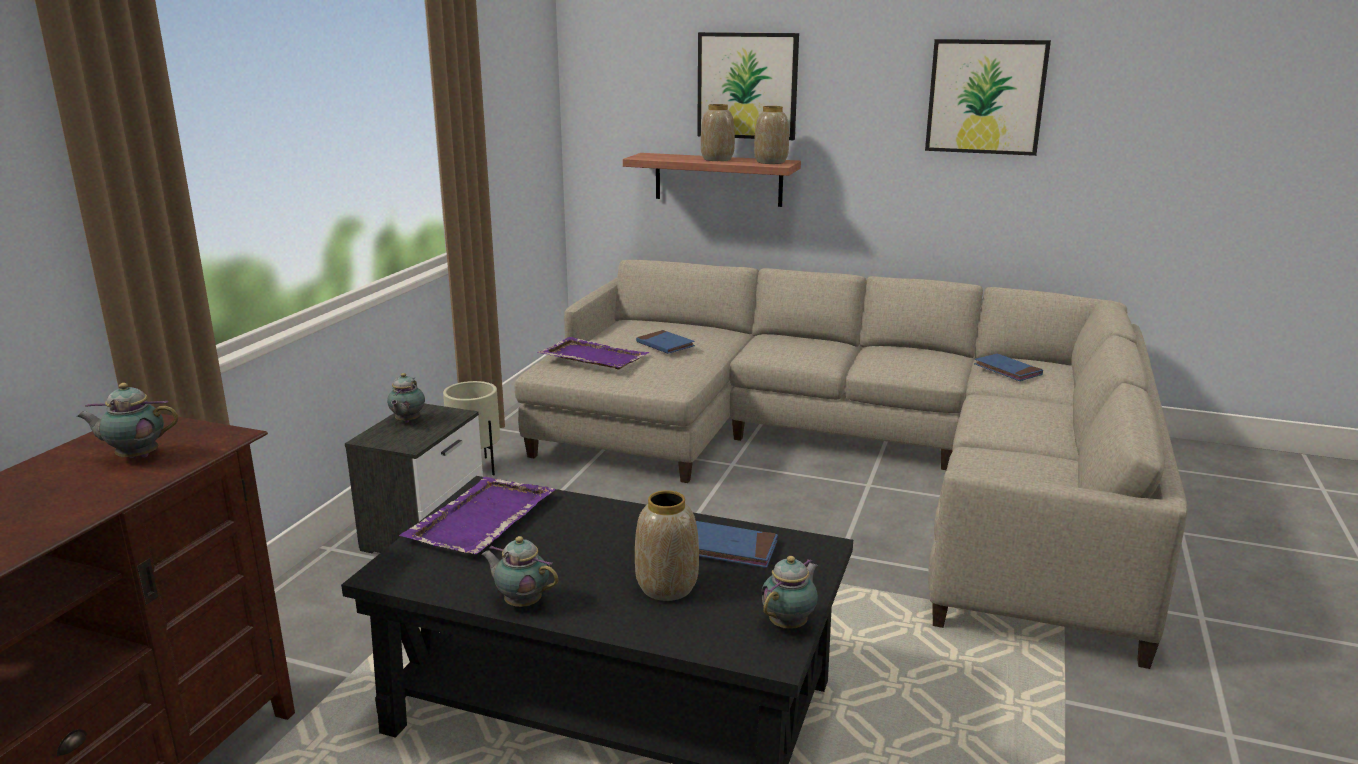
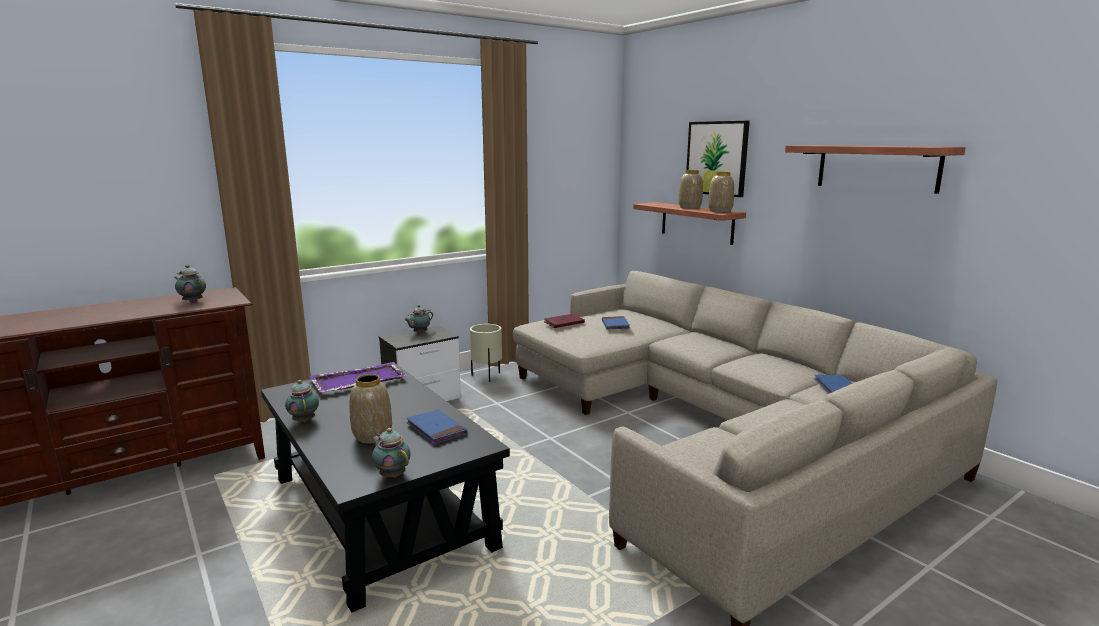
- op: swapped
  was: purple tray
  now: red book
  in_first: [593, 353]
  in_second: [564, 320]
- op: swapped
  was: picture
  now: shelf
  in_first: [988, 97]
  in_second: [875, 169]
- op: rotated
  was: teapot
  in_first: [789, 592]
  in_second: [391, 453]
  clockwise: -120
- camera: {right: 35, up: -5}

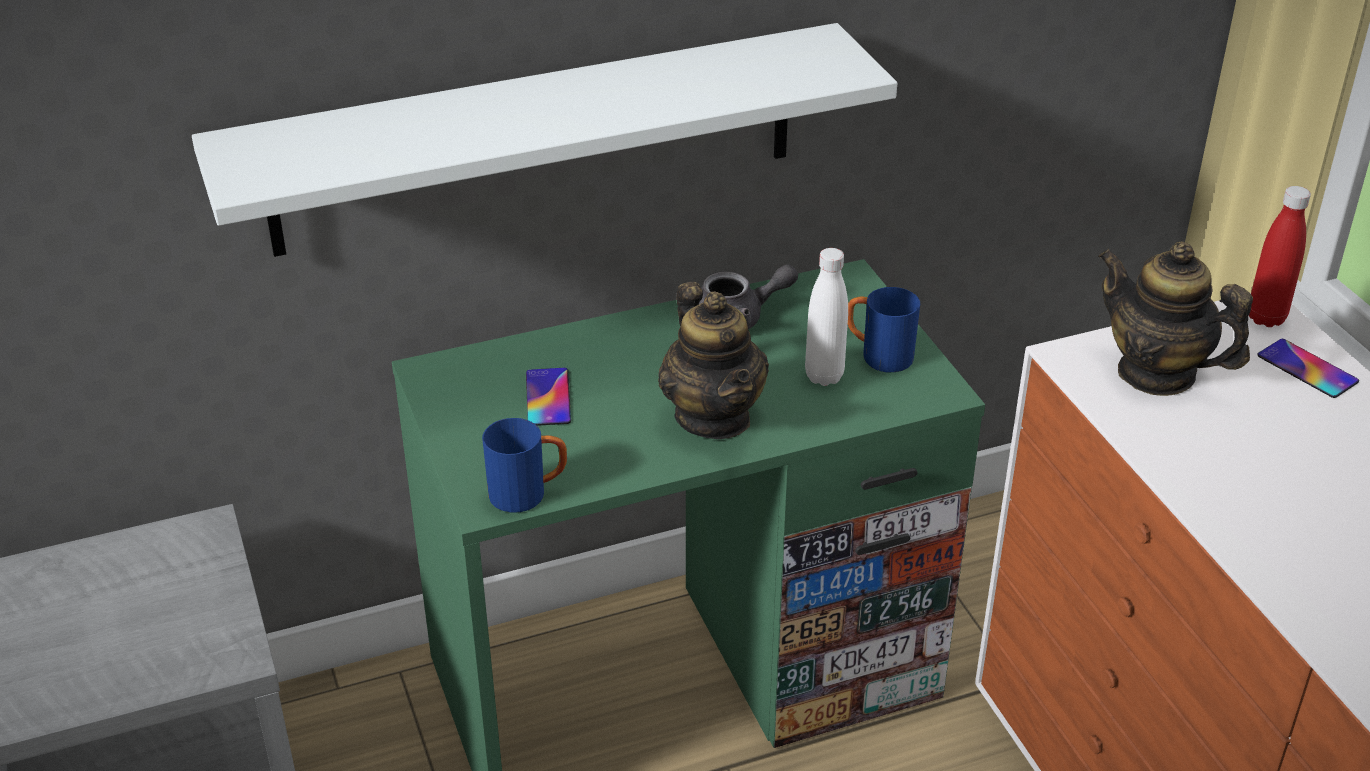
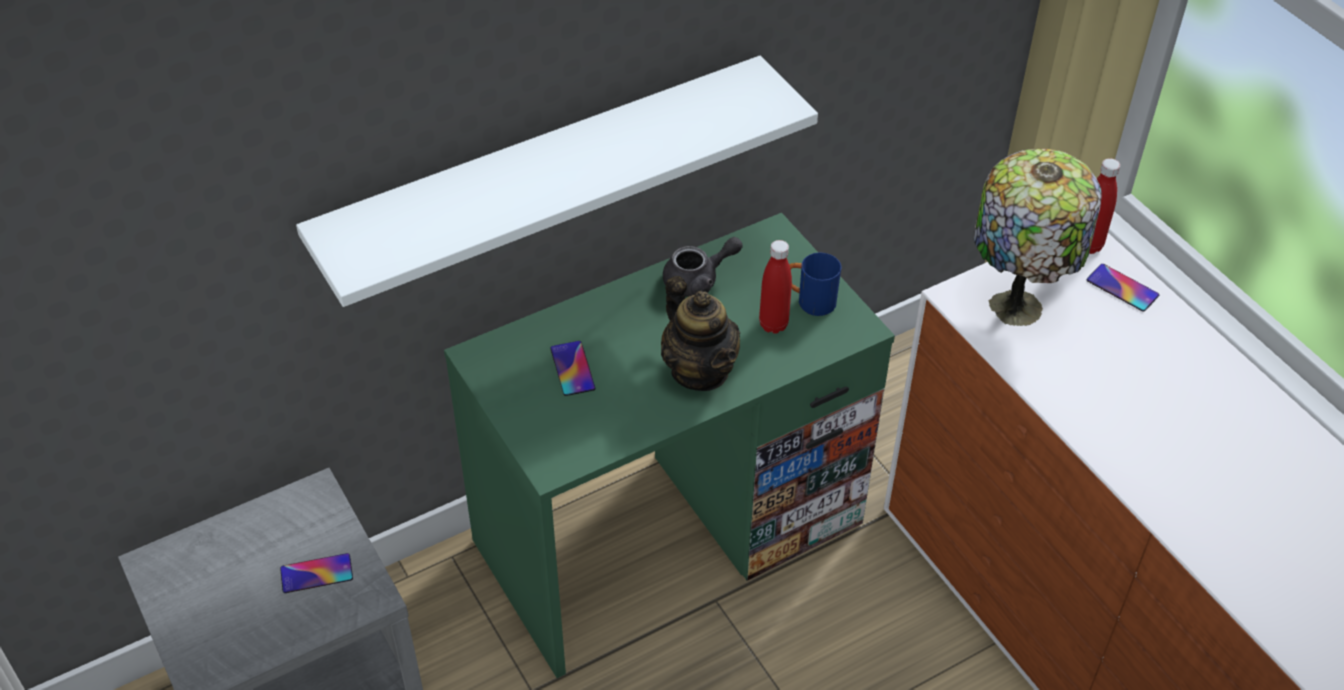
- op: gone
  was: blue mug
  in_first: [524, 465]
- op: new
  now: phone
  in_second: [316, 573]
- op: swapped
  was: teapot
  now: table lamp
  in_first: [1175, 319]
  in_second: [1038, 237]
- op: repainted
  was: white bottle
  now: red bottle
  in_first: [826, 317]
  in_second: [775, 287]
- camera: {right: -10, up: 10}

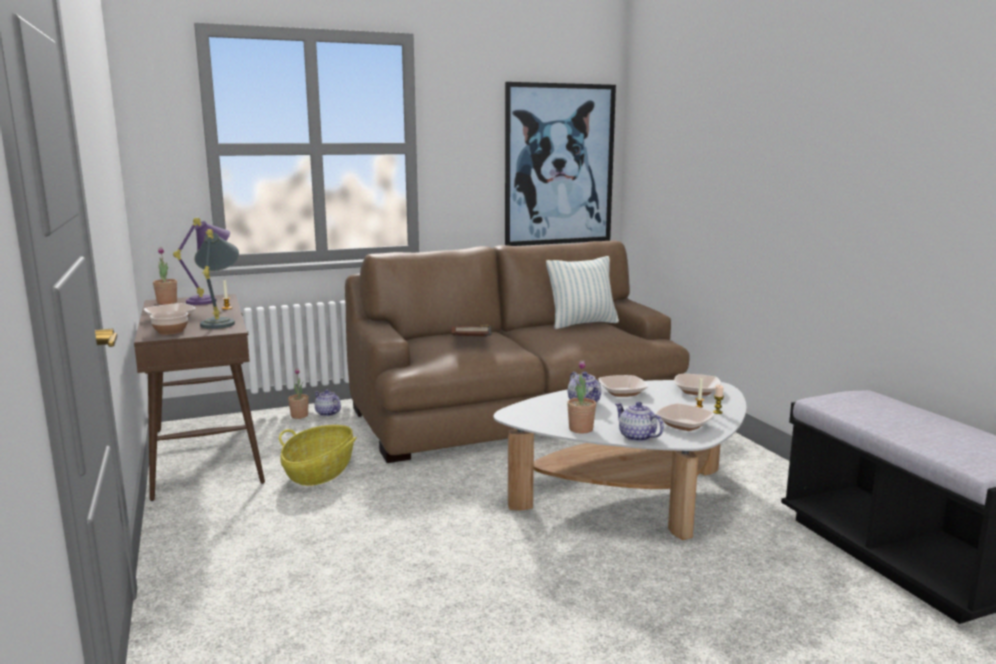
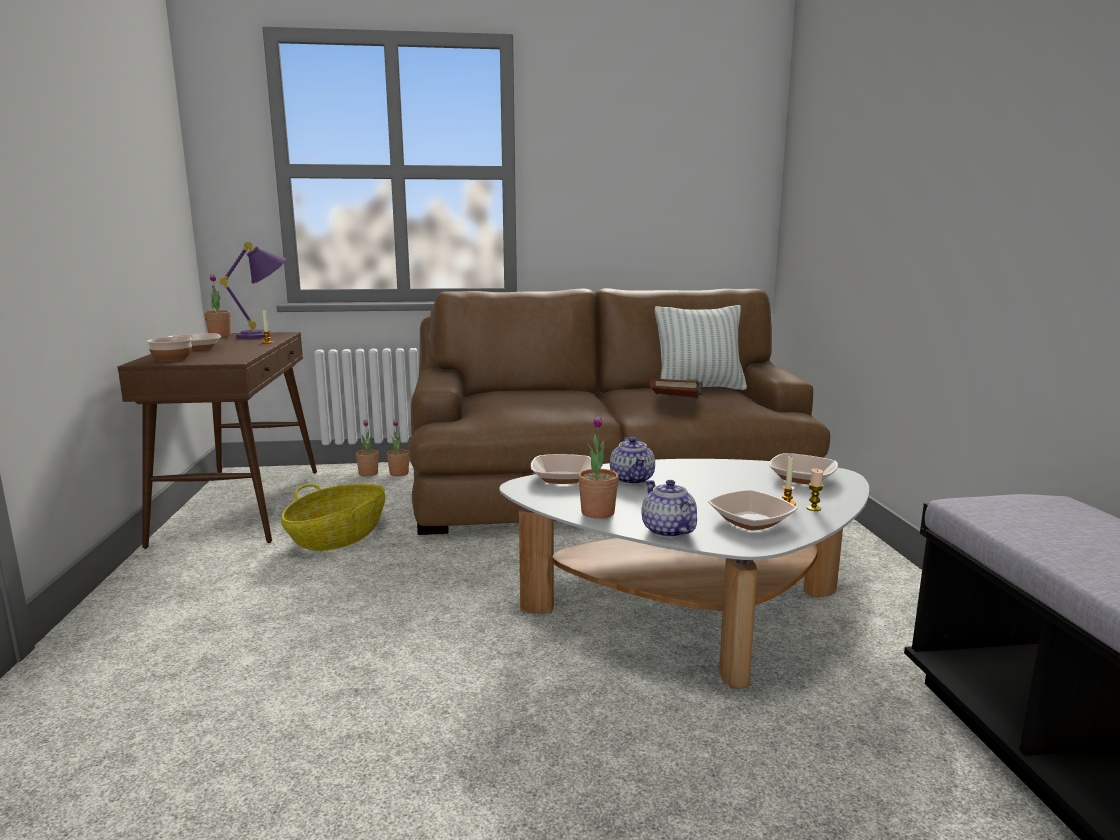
- op: gone
  was: grey table lamp
  in_first: [216, 279]
- op: gone
  was: picture
  in_first: [560, 164]
- op: shifted
  was: brown book
  in_first: [471, 330]
  in_second: [676, 388]
- op: shifted
  was: bowl
  in_first: [623, 386]
  in_second: [561, 469]
- op: swapped
  was: teapot
  now: potted plant
  in_first: [327, 403]
  in_second: [398, 447]
- camera: {right: 15, up: 0}

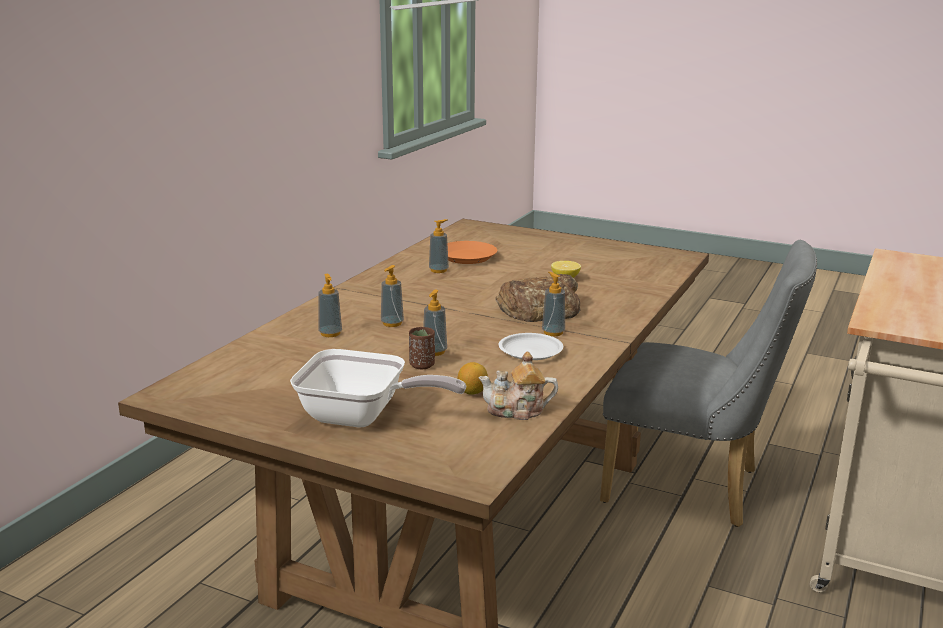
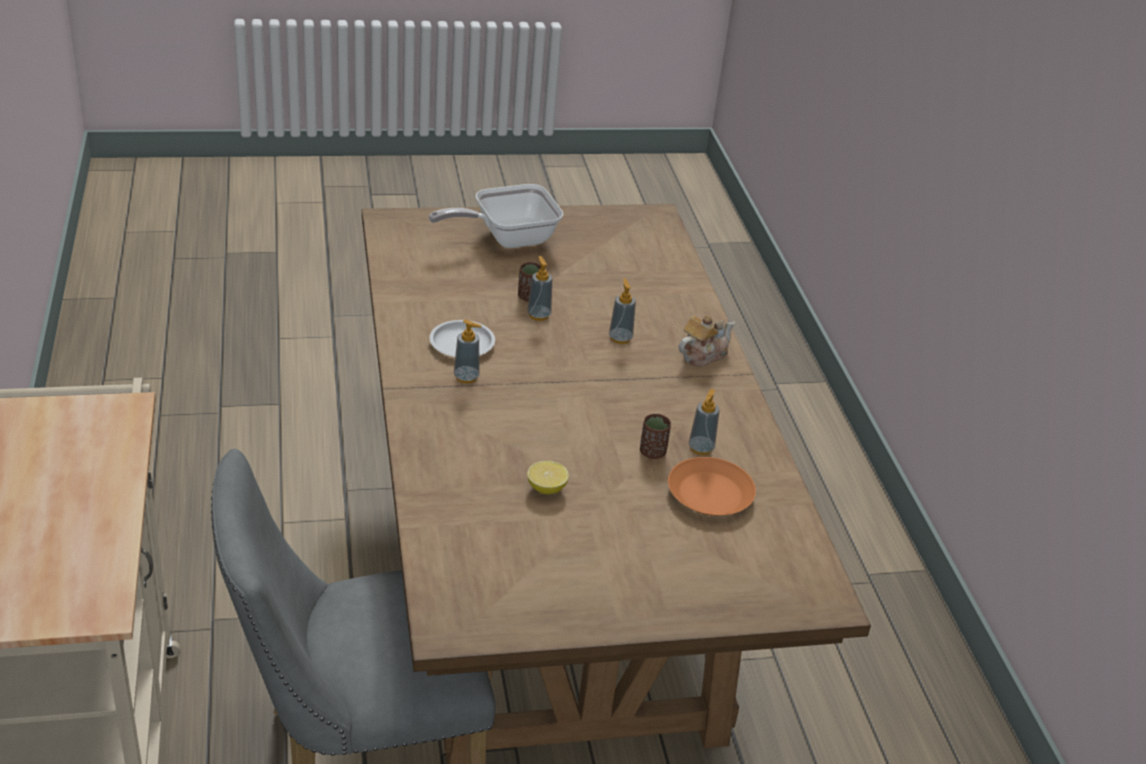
- op: gone
  was: soap dispenser
  in_first: [330, 305]
- op: gone
  was: lemon
  in_first: [473, 378]
- op: gone
  was: bread
  in_first: [537, 298]
- op: new
  now: brown cup
  in_second: [655, 436]
- op: shifted
  was: teapot
  in_first: [518, 385]
  in_second: [707, 341]
- camera: {right: 140, up: 15}

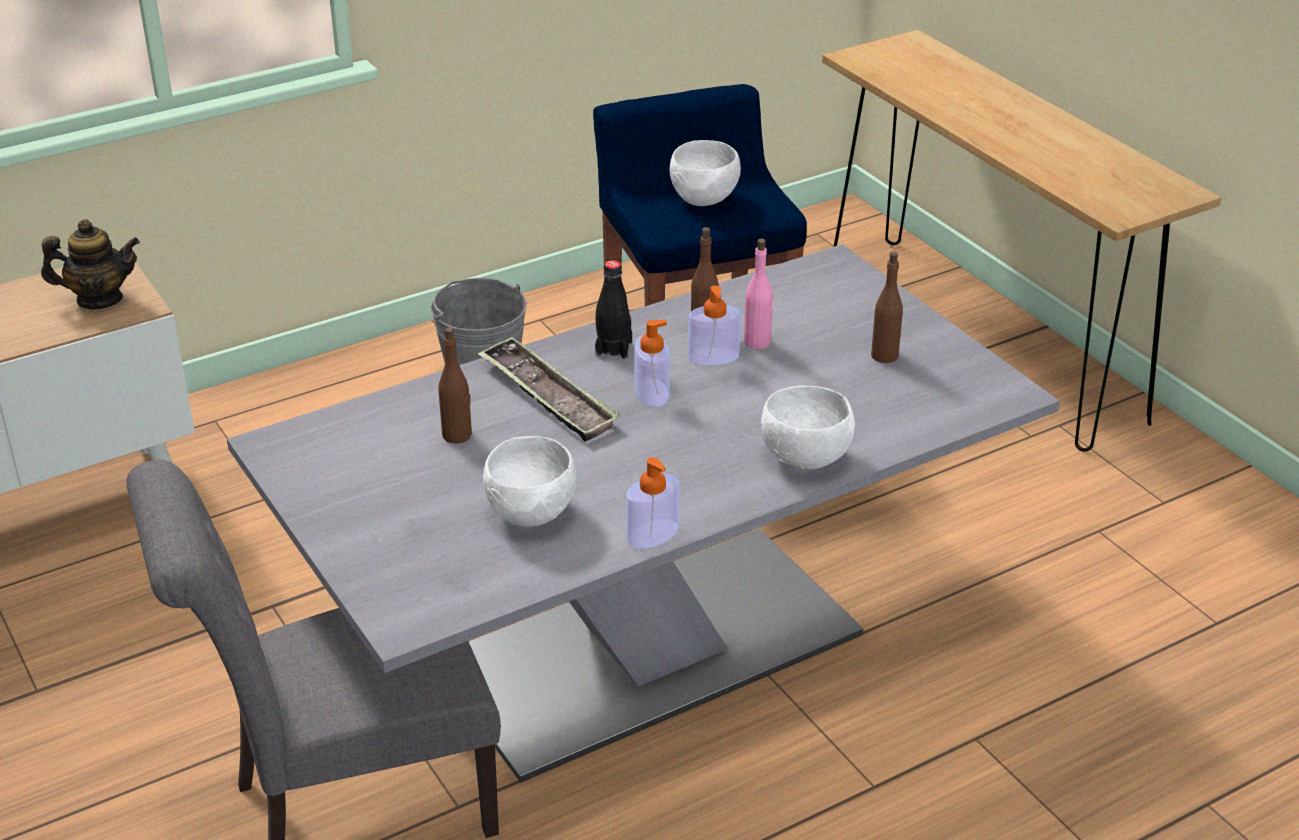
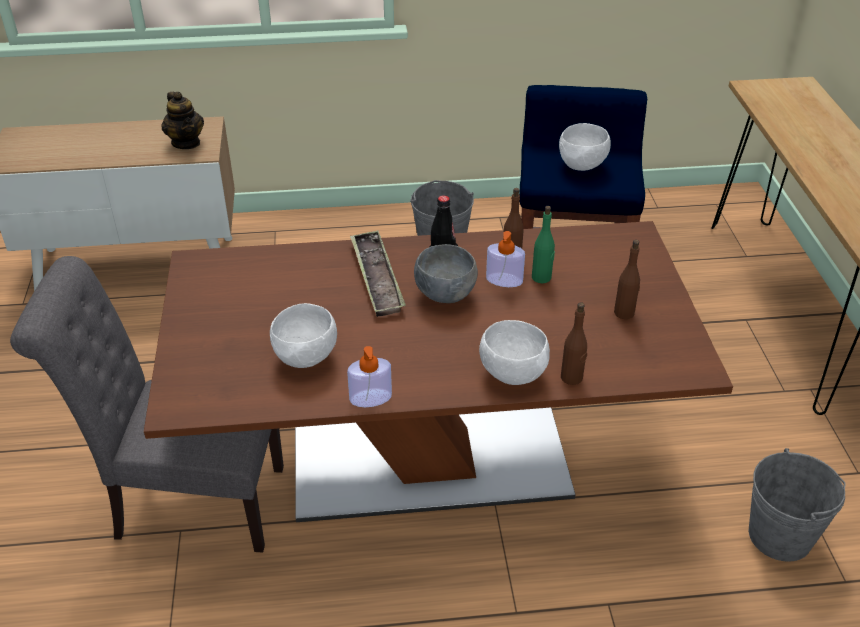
- op: new
  now: grey bucket
  in_second: [797, 505]
- op: shifted
  was: brown bottle
  in_first: [455, 385]
  in_second: [574, 343]
- op: swapped
  was: soap dispenser
  now: grey bowl
  in_first: [652, 363]
  in_second: [446, 273]
- op: repainted
  was: grey dining table
  now: brown dining table
  in_first: [643, 513]
  in_second: [438, 371]
- op: repainted
  was: pink bottle
  now: green bottle
  in_first: [759, 294]
  in_second: [543, 244]
- op: rotated
  was: teapot
  in_first: [90, 264]
  in_second: [182, 120]
  clockwise: 45
- camera: {right: 25, up: 5}

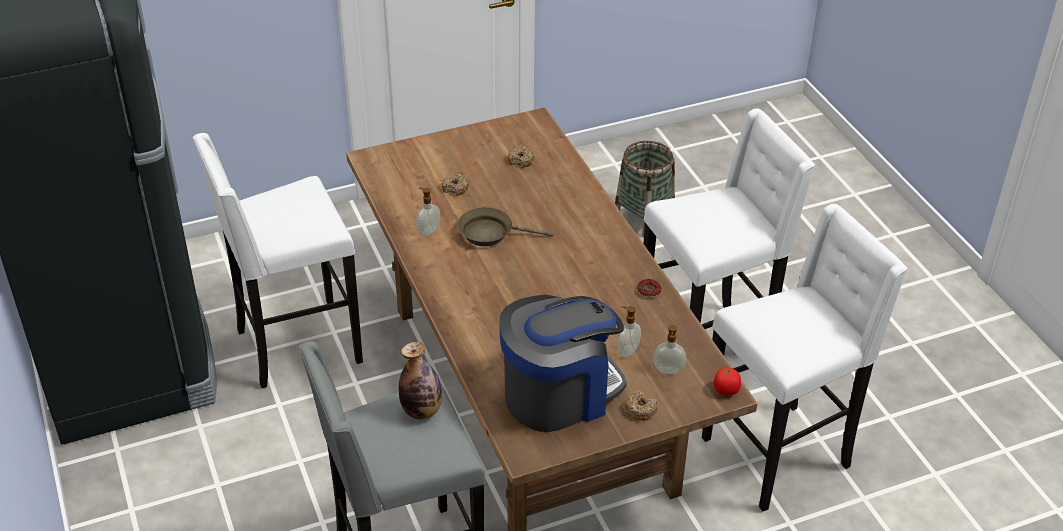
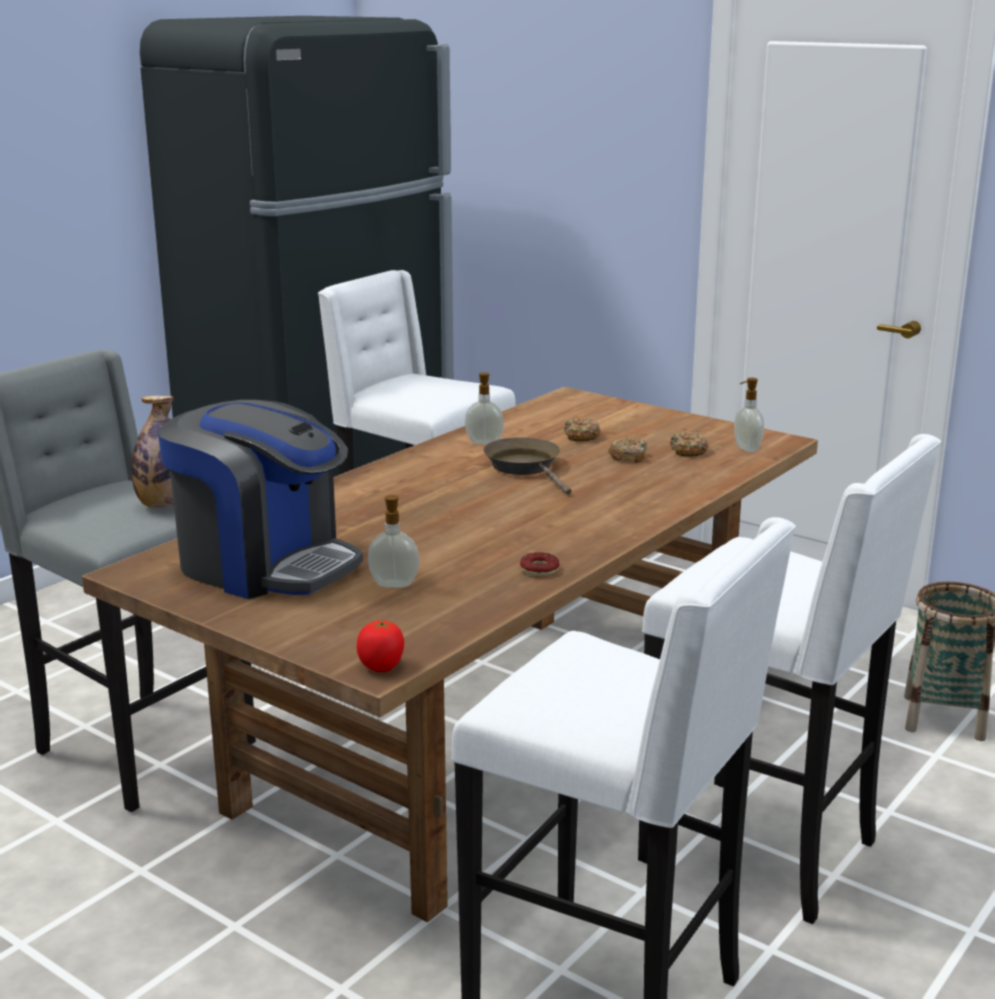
- op: shifted
  was: donut
  in_first: [640, 406]
  in_second: [627, 450]
- op: shifted
  was: soap dispenser
  in_first: [669, 349]
  in_second: [749, 415]
- camera: {right: 60, up: -20}

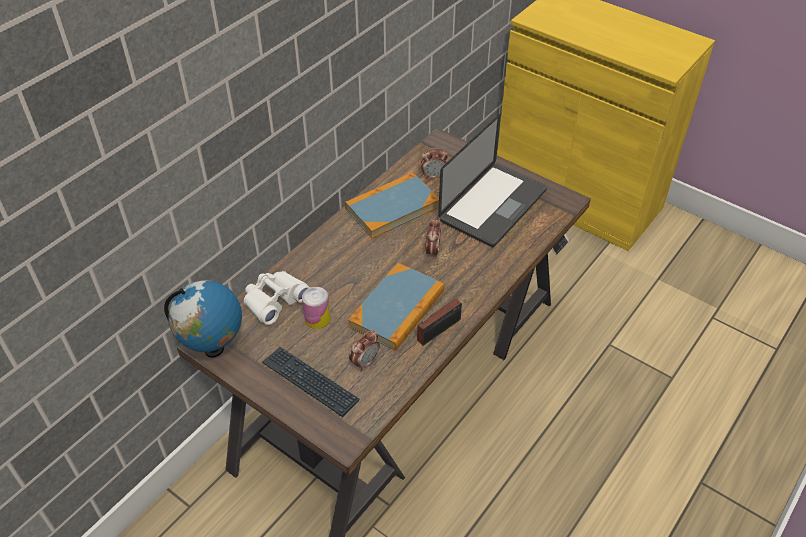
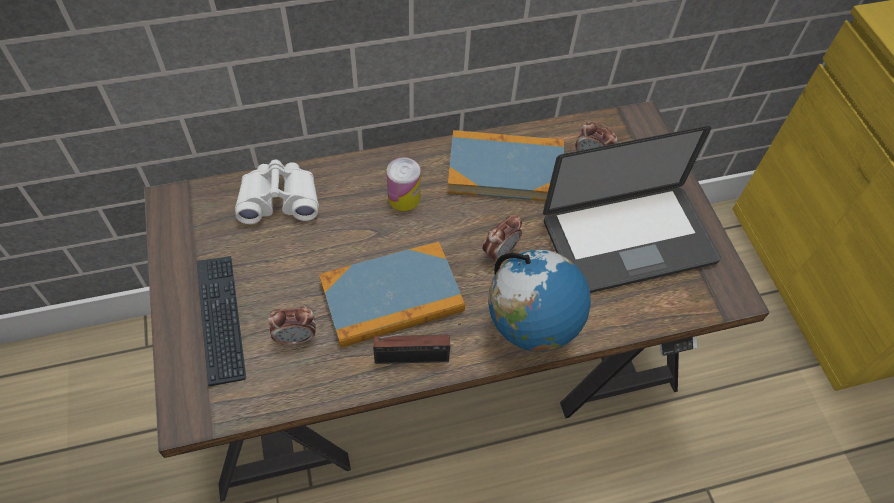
- op: shifted
  was: globe
  in_first: [203, 319]
  in_second: [539, 301]
- op: shifted
  was: can
  in_first: [316, 308]
  in_second: [404, 184]
- camera: {right: 35, up: 10}

